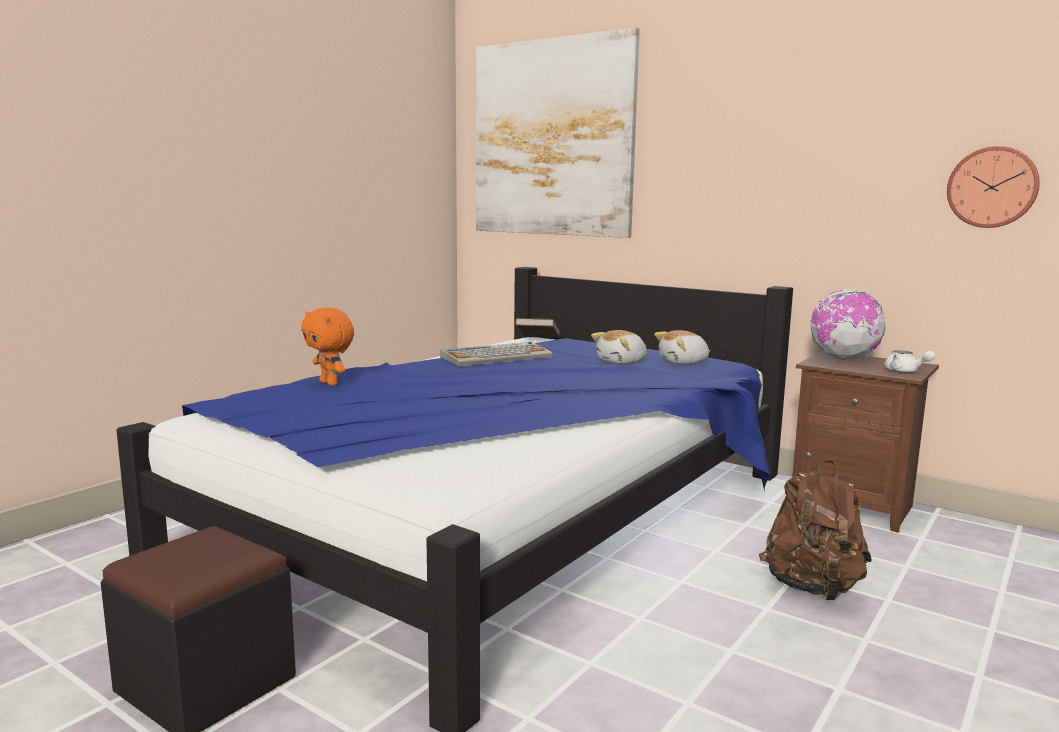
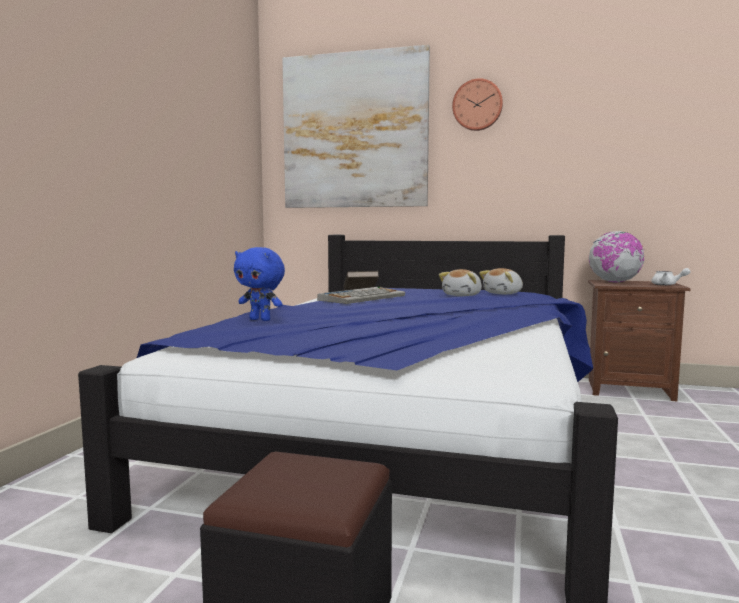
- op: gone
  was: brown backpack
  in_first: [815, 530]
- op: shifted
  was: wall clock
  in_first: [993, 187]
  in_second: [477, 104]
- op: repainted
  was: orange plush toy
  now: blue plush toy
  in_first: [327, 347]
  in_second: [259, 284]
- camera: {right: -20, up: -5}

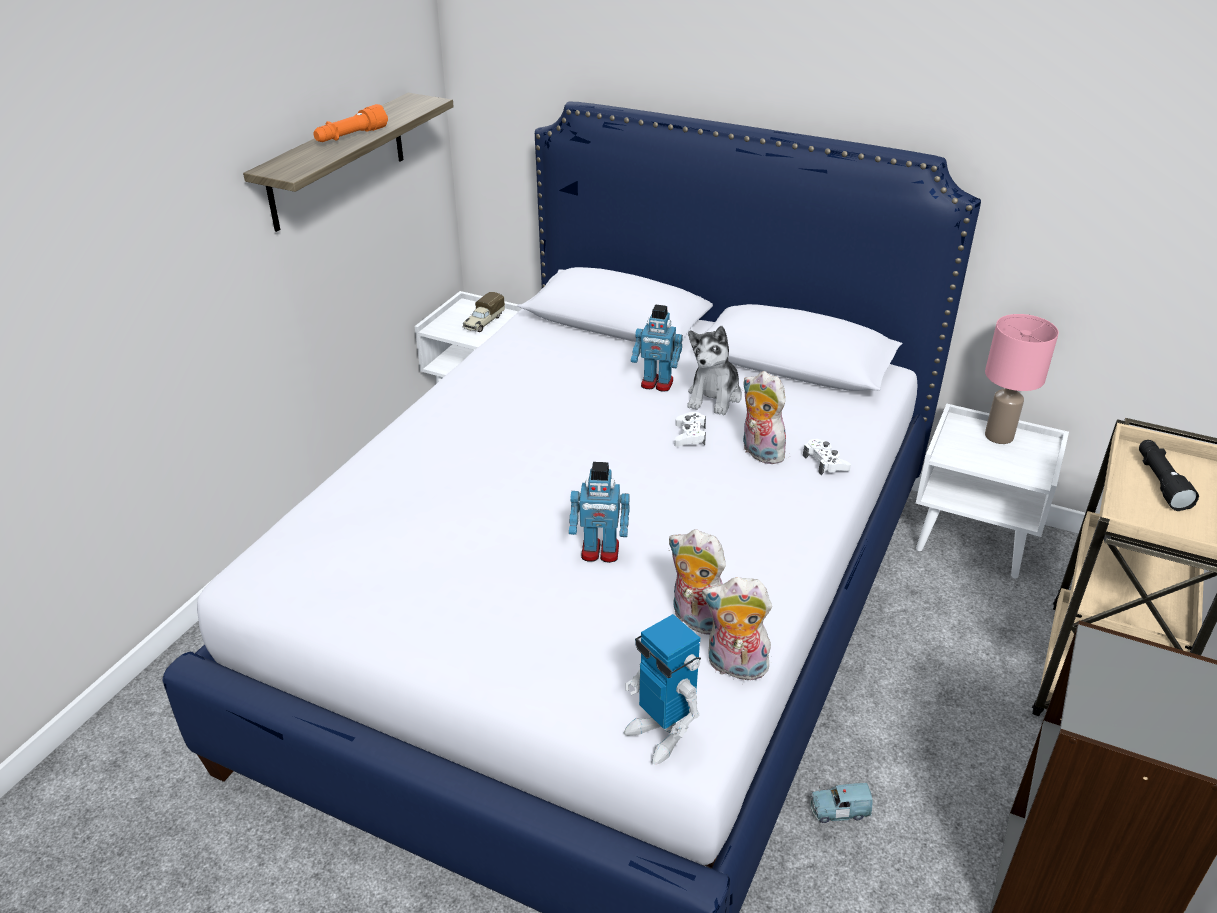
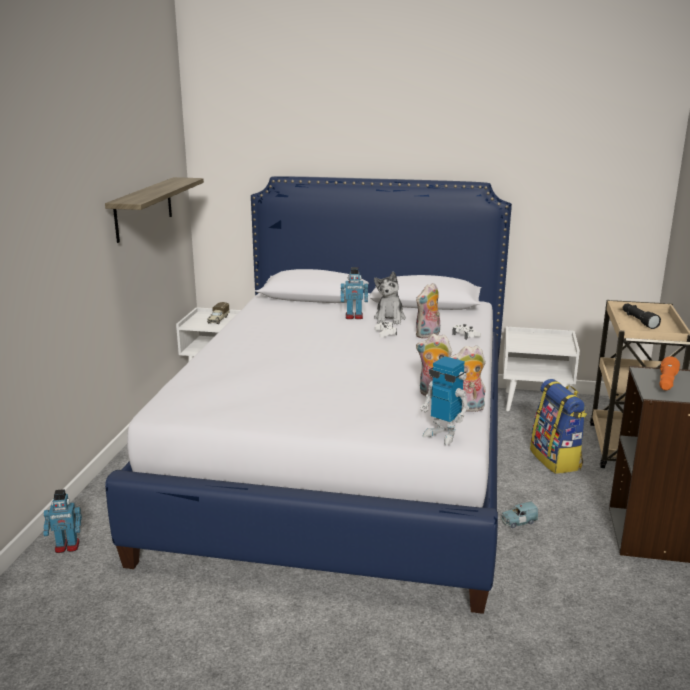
- op: gone
  was: pink table lamp
  in_first: [1022, 379]
- op: new
  now: backpack
  in_second: [558, 426]
- op: shifted
  was: orange flashlight
  in_first: [350, 123]
  in_second: [669, 373]
- op: shifted
  was: toy robot
  in_first: [599, 512]
  in_second: [62, 521]
- op: rotated
  was: plush toy
  in_first: [764, 418]
  in_second: [428, 311]
  clockwise: -75
- camera: {right: -15, up: -15}

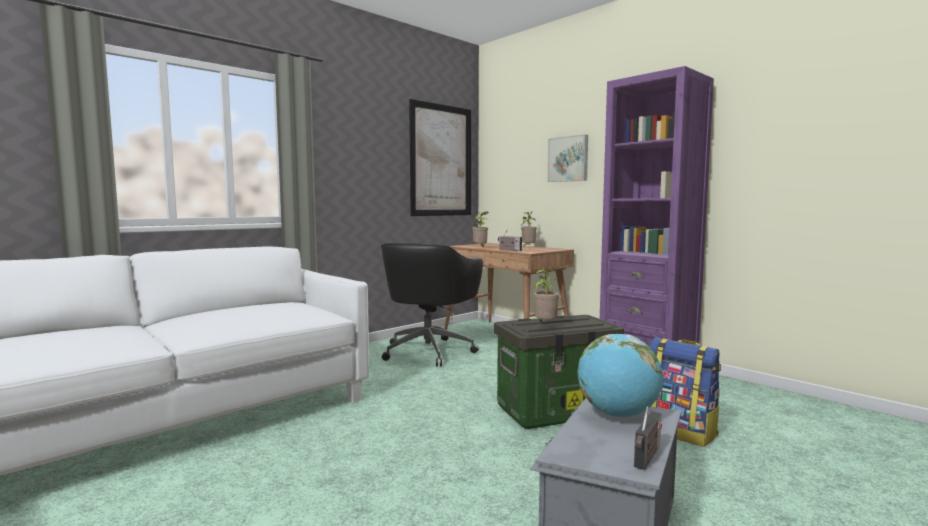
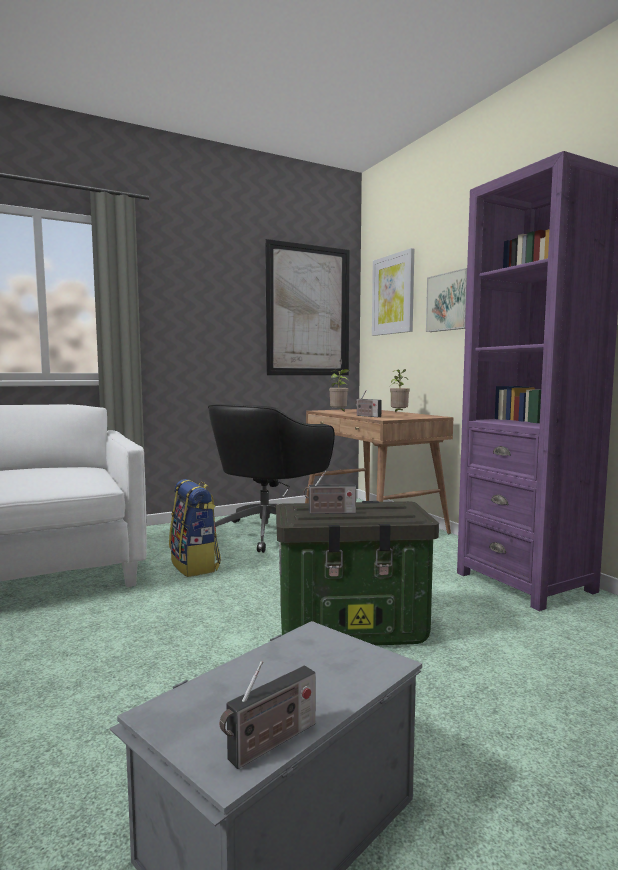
- op: gone
  was: globe
  in_first: [620, 375]
- op: new
  now: picture
  in_second: [393, 292]
- op: shifted
  was: backpack
  in_first: [685, 392]
  in_second: [195, 528]
- op: swapped
  was: potted plant
  now: radio
  in_first: [546, 295]
  in_second: [330, 492]
- camera: {right: 15, up: 0}

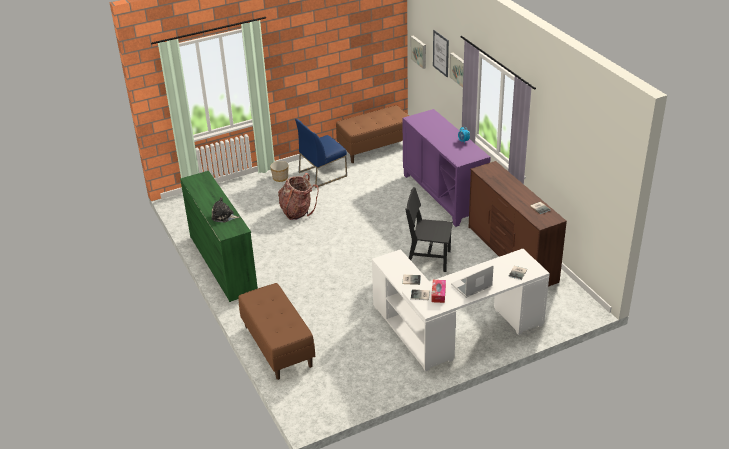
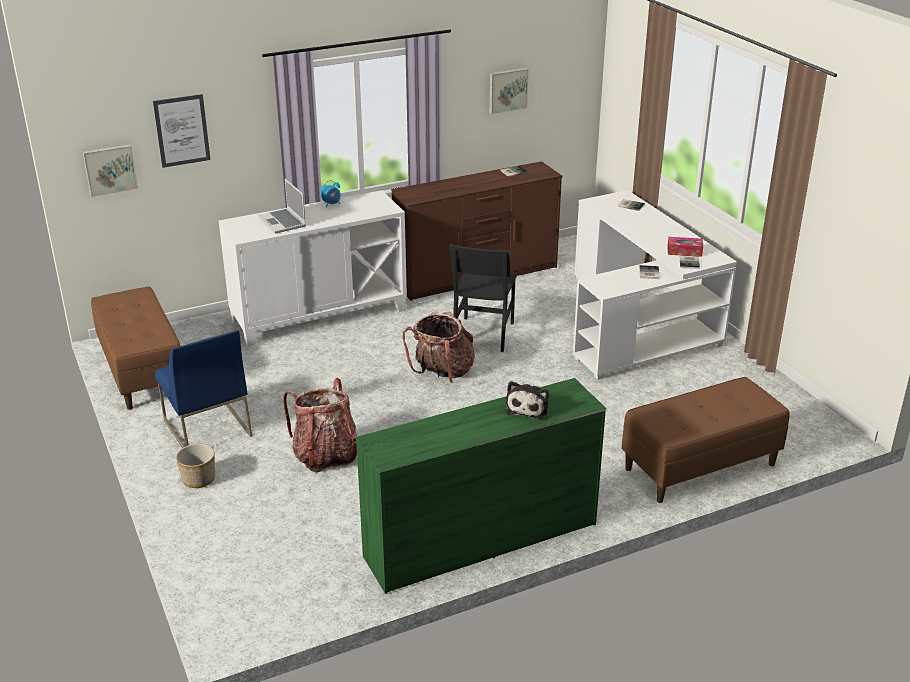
- op: new
  now: backpack
  in_second: [439, 347]
- op: shifted
  was: picture
  in_first: [457, 70]
  in_second: [509, 91]
- op: shifted
  was: laptop
  in_first: [472, 281]
  in_second: [282, 206]
- op: repainted
  was: purple cabinet
  now: white cabinet
  in_first: [446, 168]
  in_second: [313, 268]
- camera: {right: -90, up: -5}

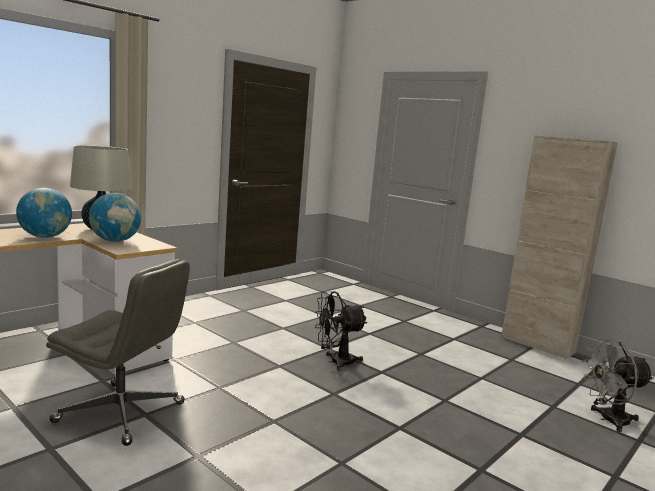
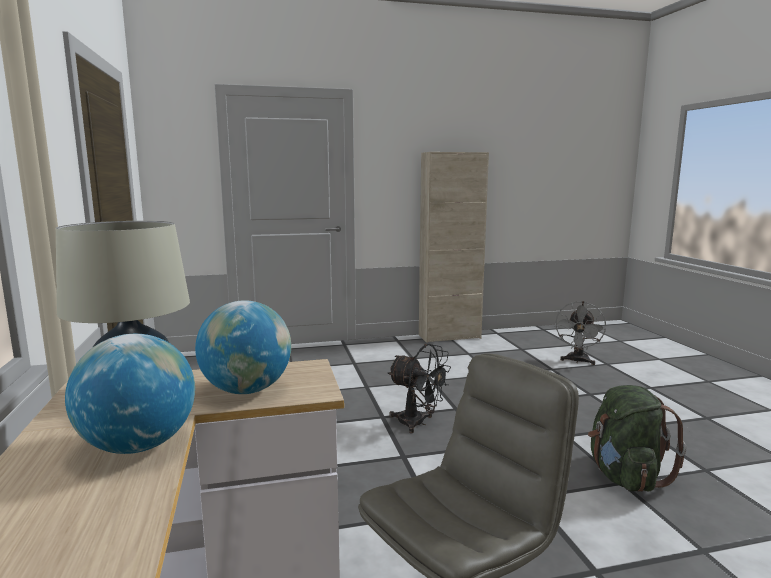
- op: new
  now: green backpack
  in_second: [637, 438]
- op: rotated
  was: black fan
  in_first: [341, 331]
  in_second: [419, 388]
  clockwise: -75
- camera: {right: -55, up: 0}

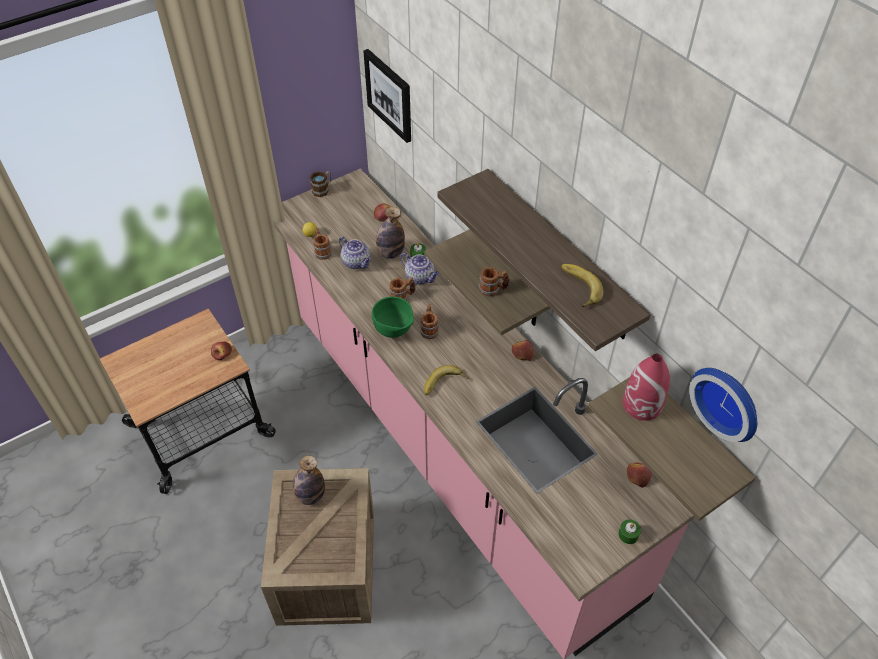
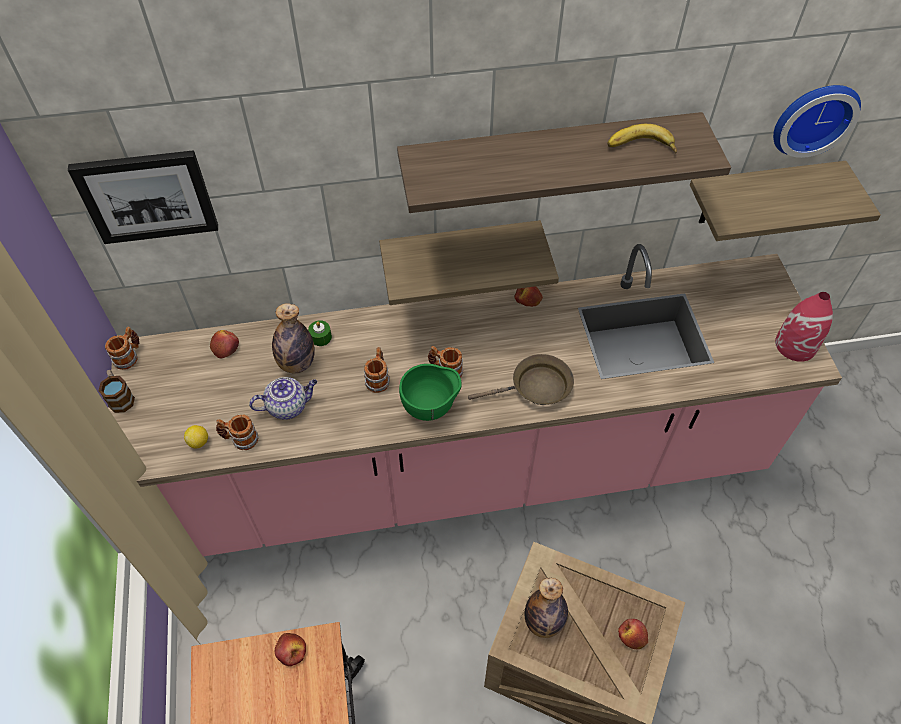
- op: gone
  was: teapot
  in_first: [420, 269]
- op: gone
  was: green candle
  in_first: [629, 531]
- op: shifted
  was: mug
  in_first: [494, 281]
  in_second: [122, 348]
- op: shifted
  was: red vase
  in_first: [646, 387]
  in_second: [804, 327]
- op: shifted
  was: apple
  in_first: [639, 475]
  in_second: [633, 634]
- op: swapped
  was: banana
  now: brown frying pan
  in_first: [446, 380]
  in_second: [521, 379]
- camera: {right: -65, up: 5}

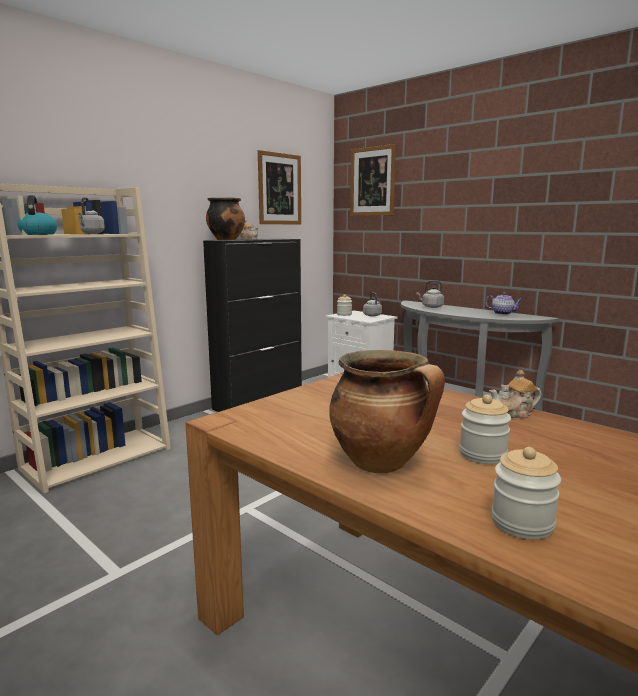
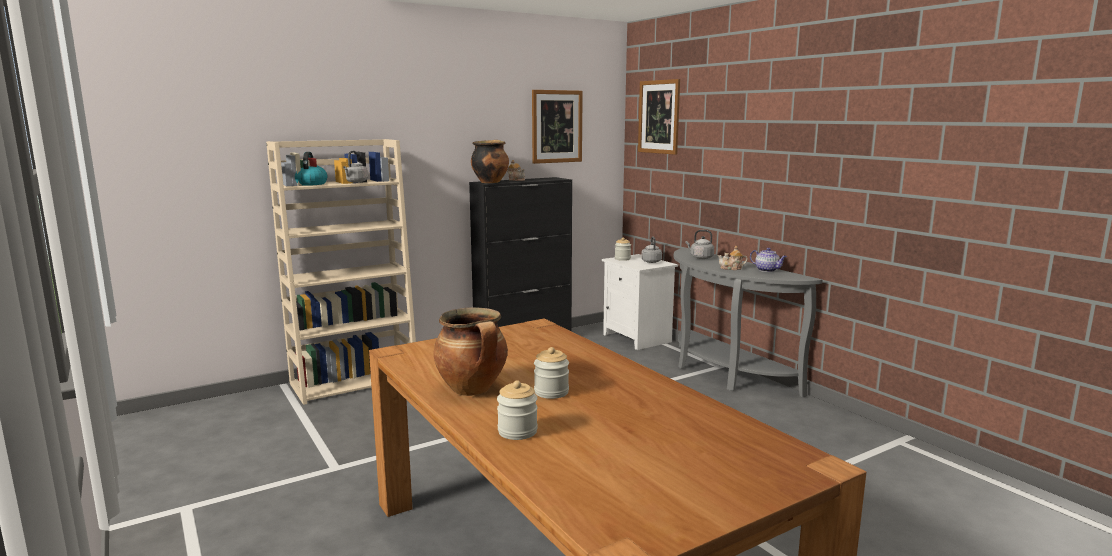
- op: shifted
  was: teapot
  in_first: [515, 394]
  in_second: [733, 258]
- camera: {right: 15, up: 0}

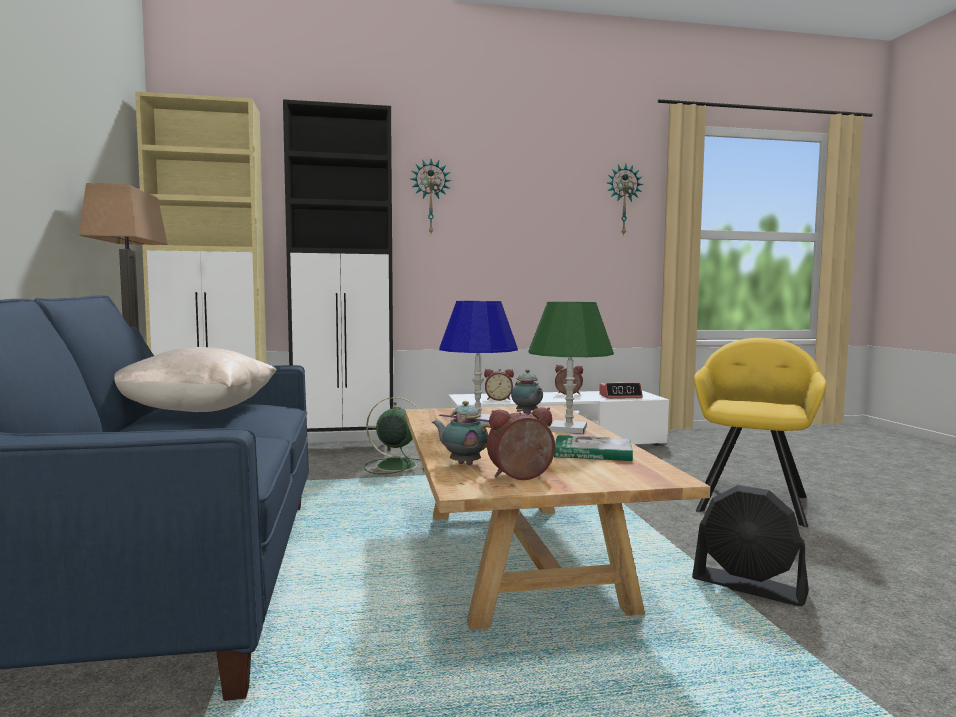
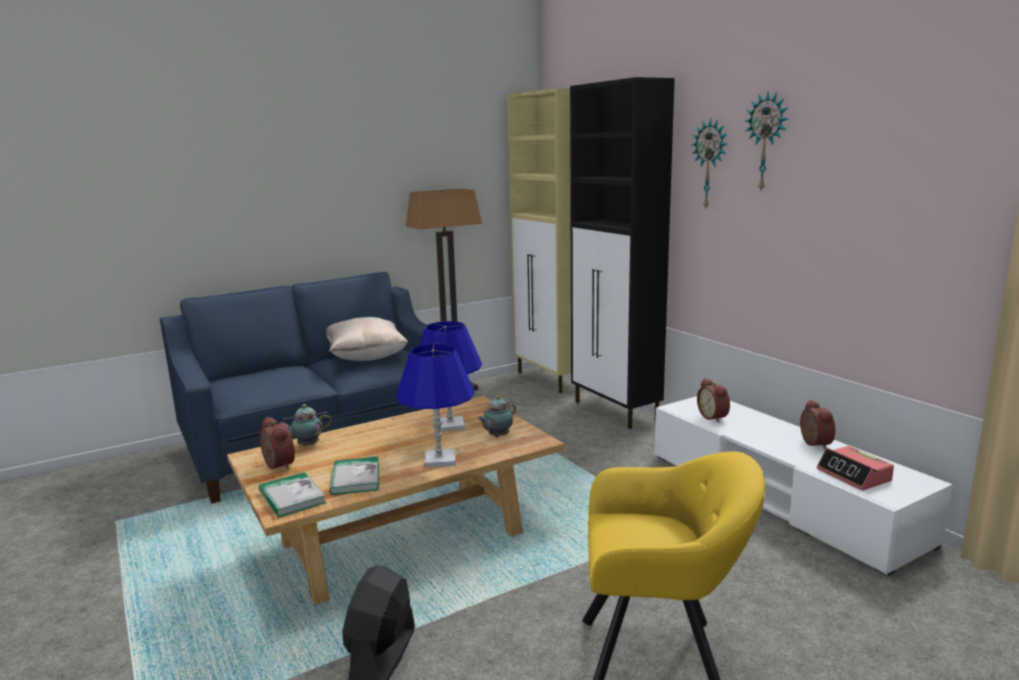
- op: gone
  was: green fan
  in_first: [394, 435]
- op: new
  now: book
  in_second: [292, 494]
- op: shifted
  was: wall clock
  in_first: [625, 200]
  in_second: [767, 141]
- op: repainted
  was: green table lamp
  now: blue table lamp
  in_first: [571, 368]
  in_second: [435, 406]
- op: rotated
  was: teapot
  in_first: [461, 433]
  in_second: [305, 425]
  clockwise: -120
- camera: {right: 70, up: 10}

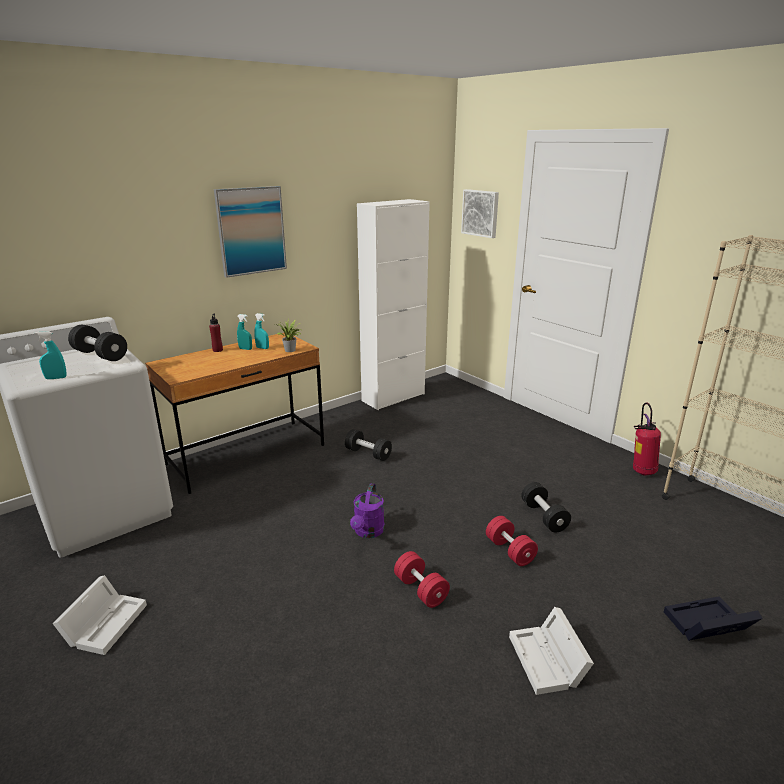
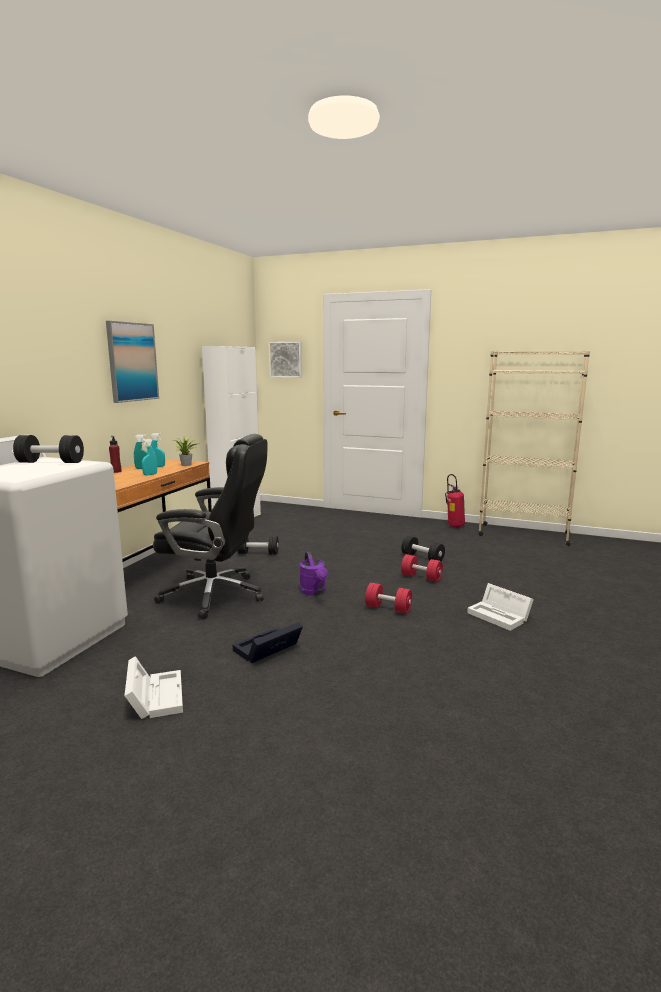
- op: new
  now: black office chair
  in_second: [210, 527]
- op: shifted
  was: turquoise spray bottle
  in_first: [51, 355]
  in_second: [149, 457]
- op: shifted
  was: black storage box
  in_first: [713, 618]
  in_second: [268, 642]
- camera: {right: -30, up: -10}

